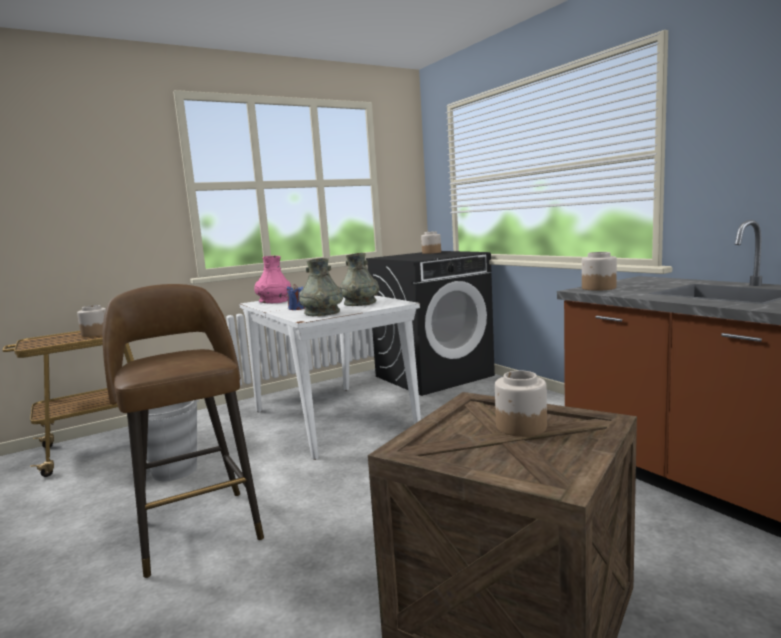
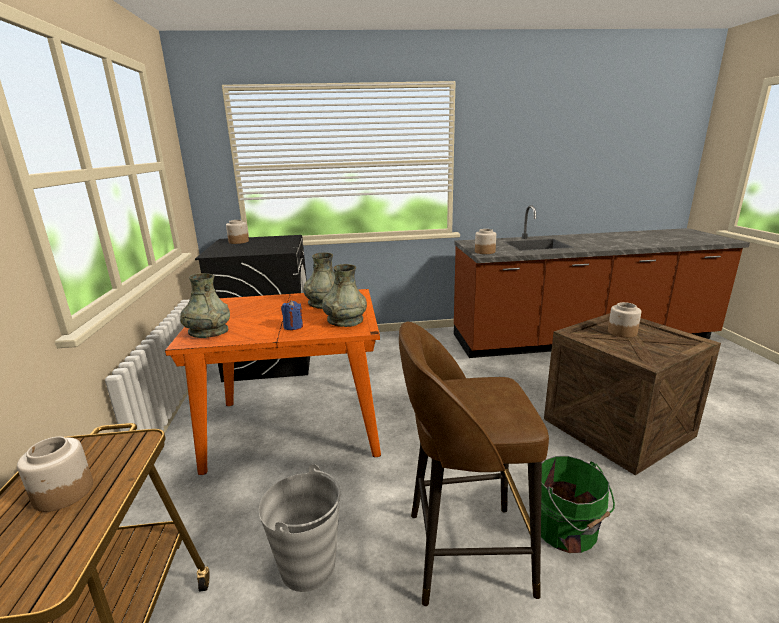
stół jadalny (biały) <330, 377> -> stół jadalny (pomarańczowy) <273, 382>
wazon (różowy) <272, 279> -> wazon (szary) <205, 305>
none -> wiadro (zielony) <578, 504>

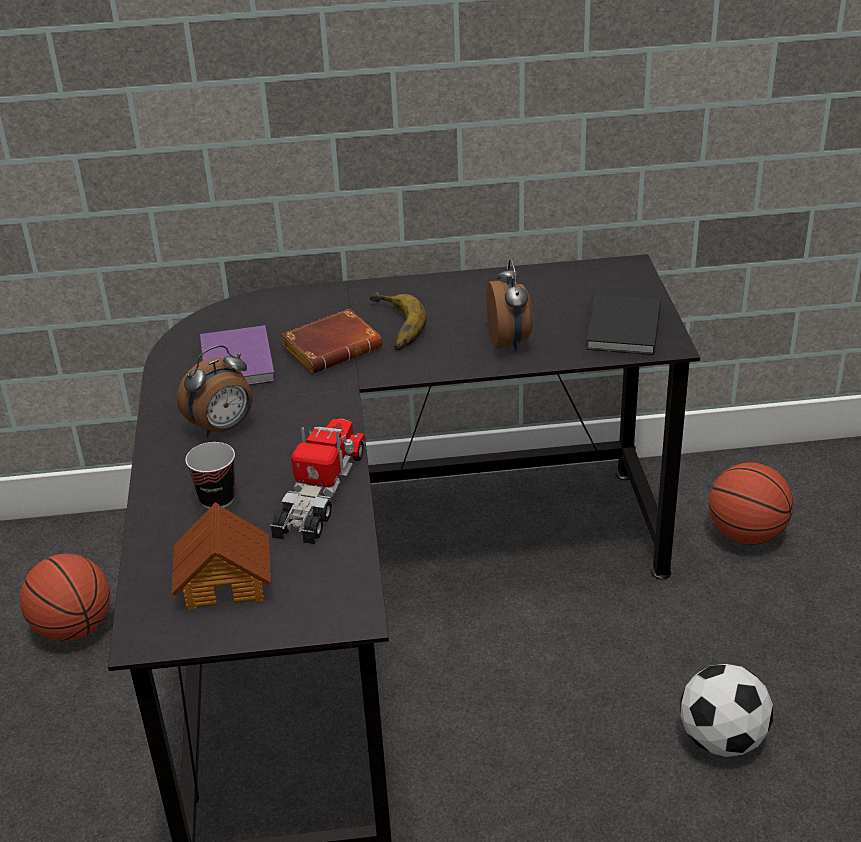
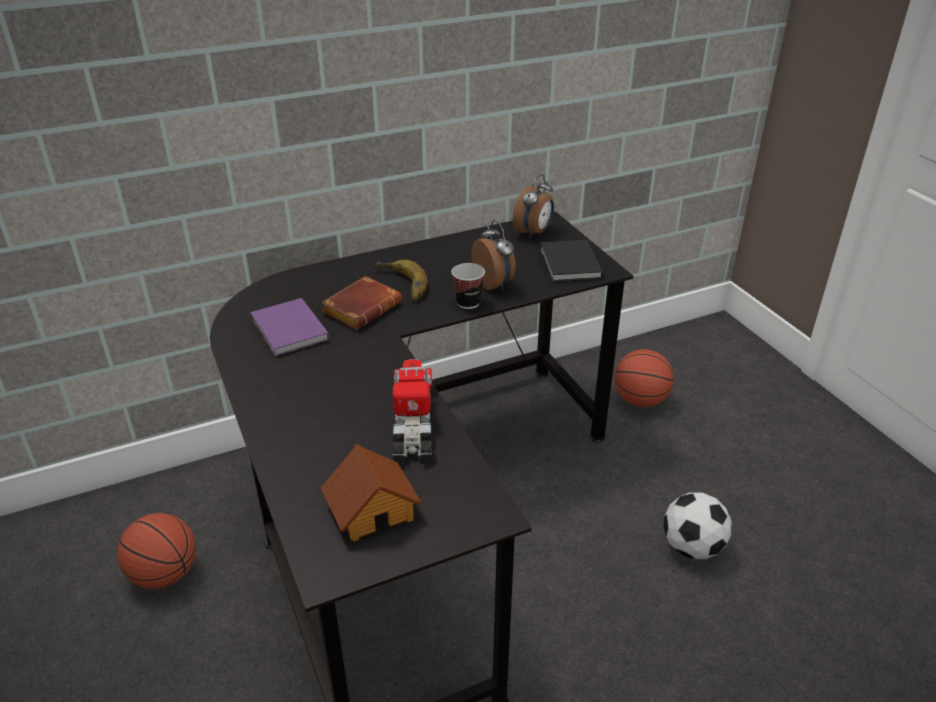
filiżanka <210, 475> -> filiżanka <468, 286>, move
budzik <215, 391> -> budzik <533, 206>, move

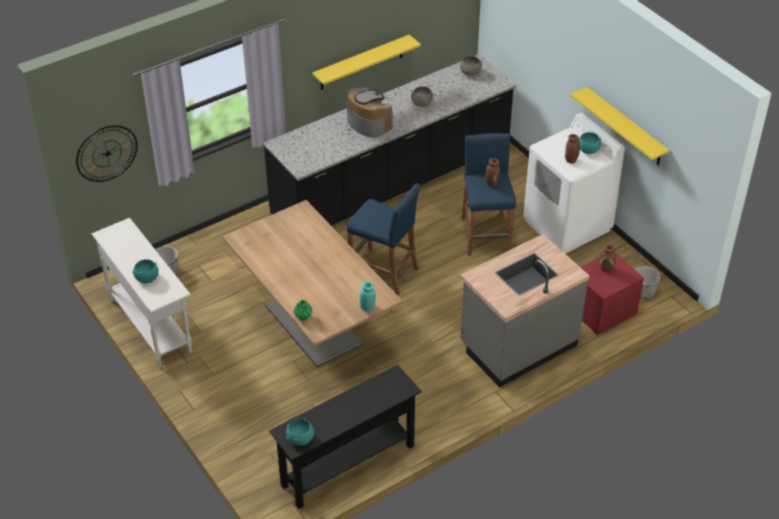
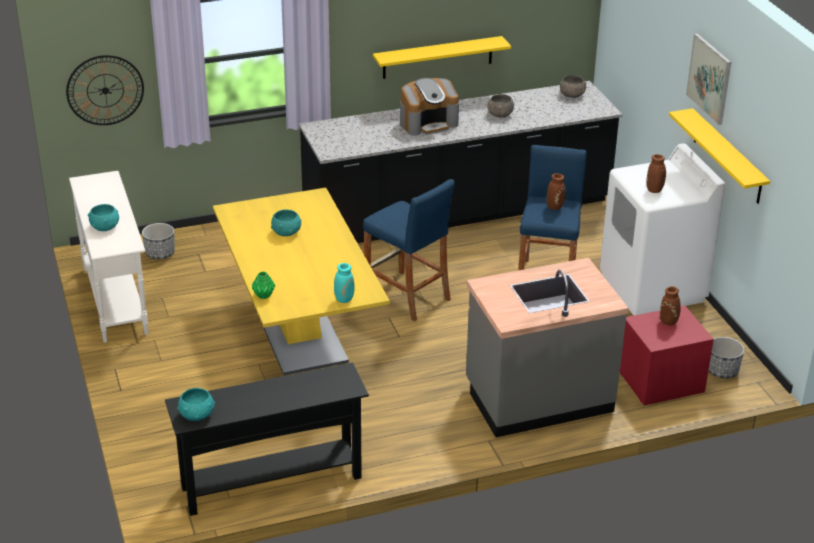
stół jadalny (brązowy) <312, 283> -> stół jadalny (żółty) <301, 281>
miska (turkusowy) <589, 143> -> miska (turkusowy) <286, 223>, move
ekspres do kawy <370, 112> -> ekspres do kawy <429, 107>, 90 degrees clockwise
none -> obraz <708, 79>

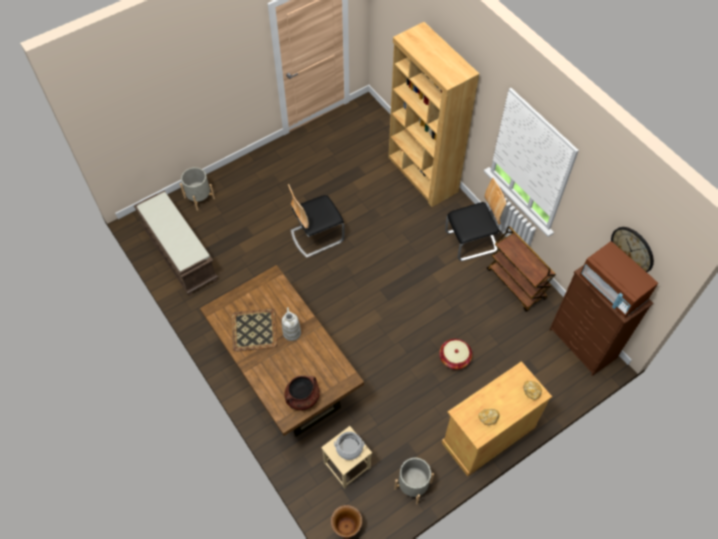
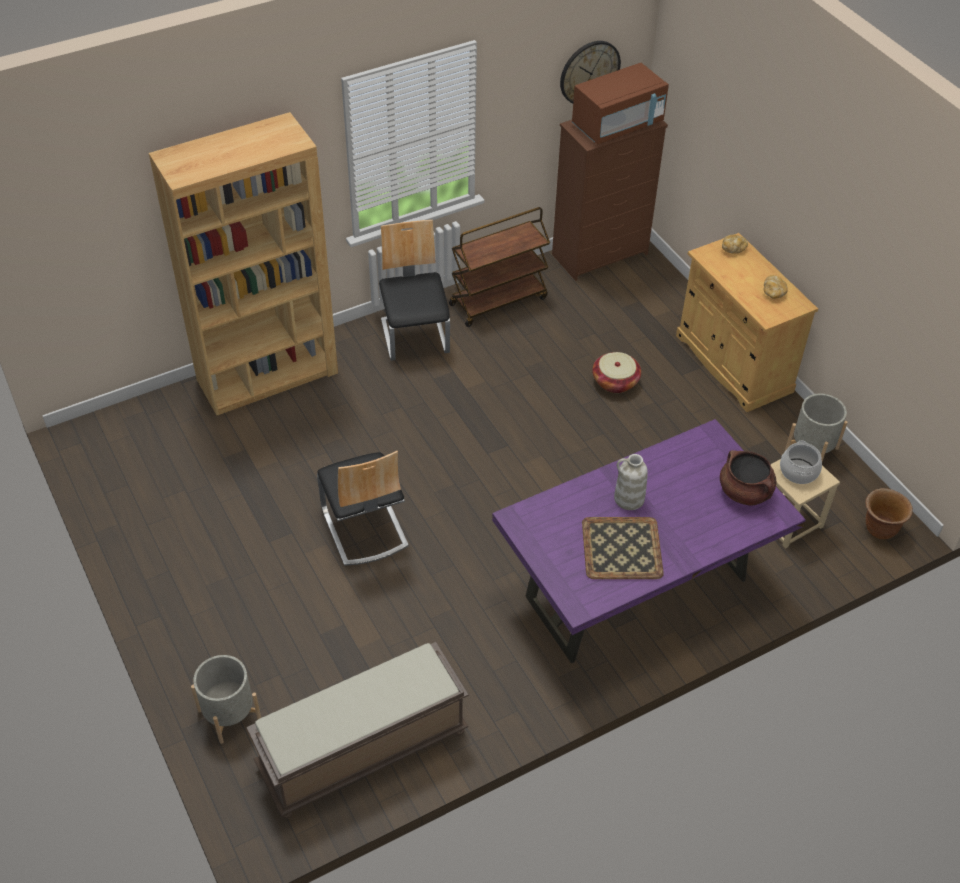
stół jadalny (brązowy) <282, 351> -> stół jadalny (fioletowy) <649, 541>

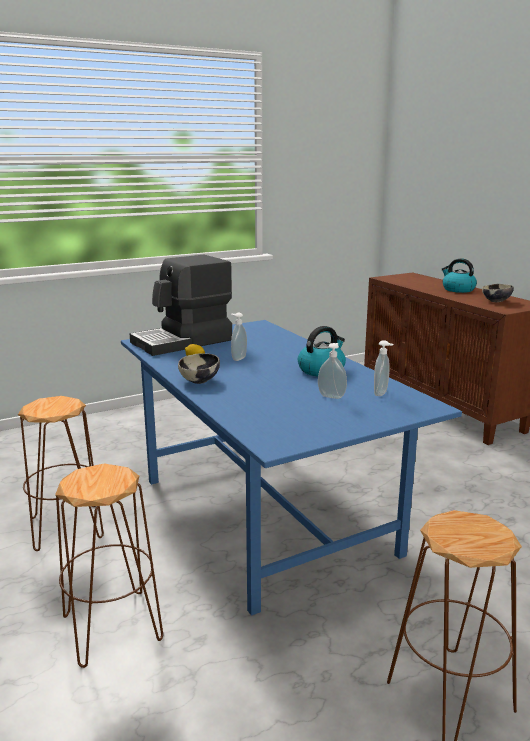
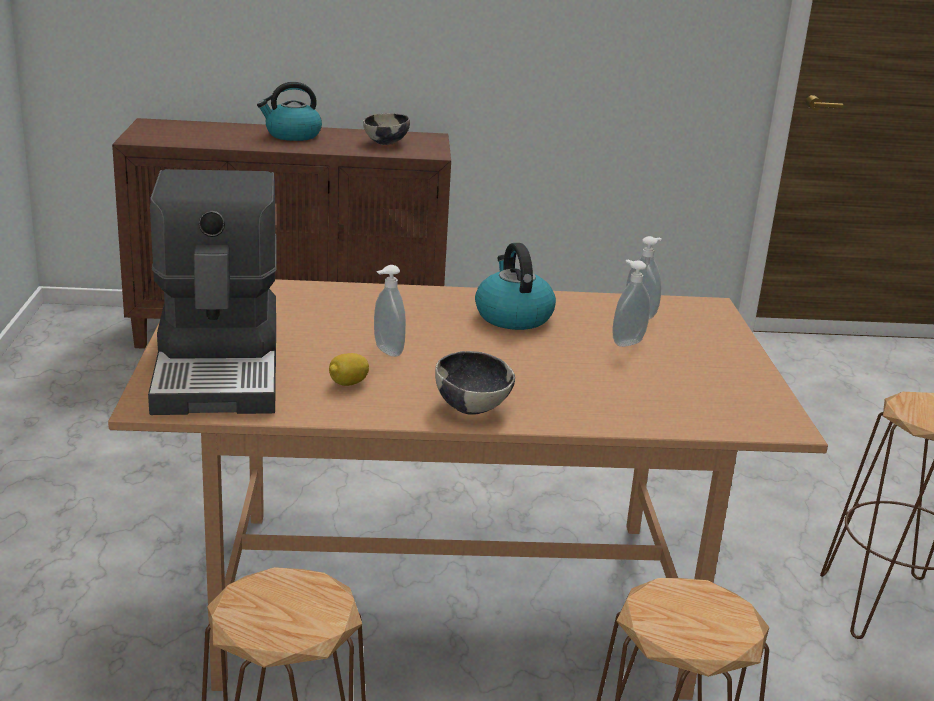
stół jadalny (niebieski) <291, 468> -> stół jadalny (brązowy) <468, 489>

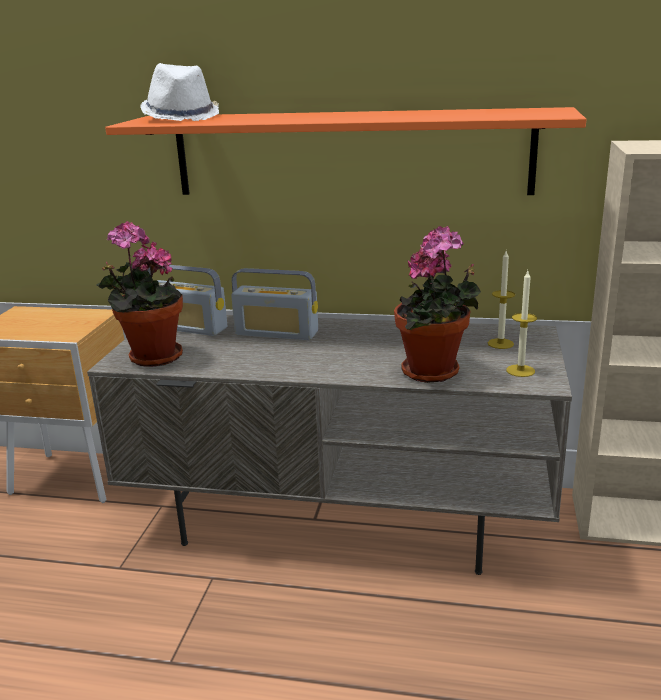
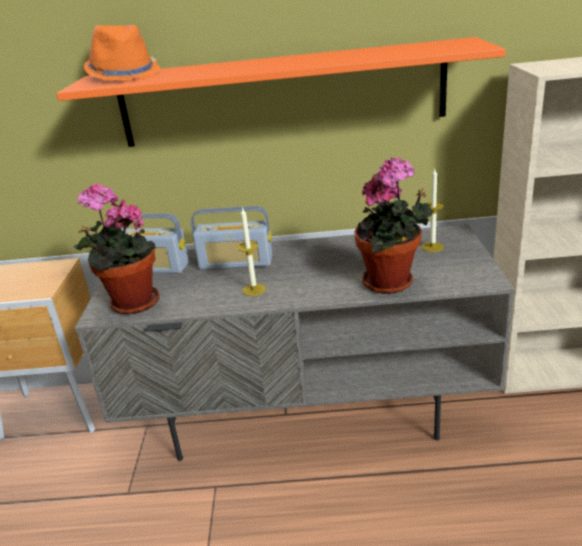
kapelusz (biały) <179, 92> -> kapelusz (pomarańczowy) <122, 53>
świeca <521, 324> -> świeca <252, 251>, move

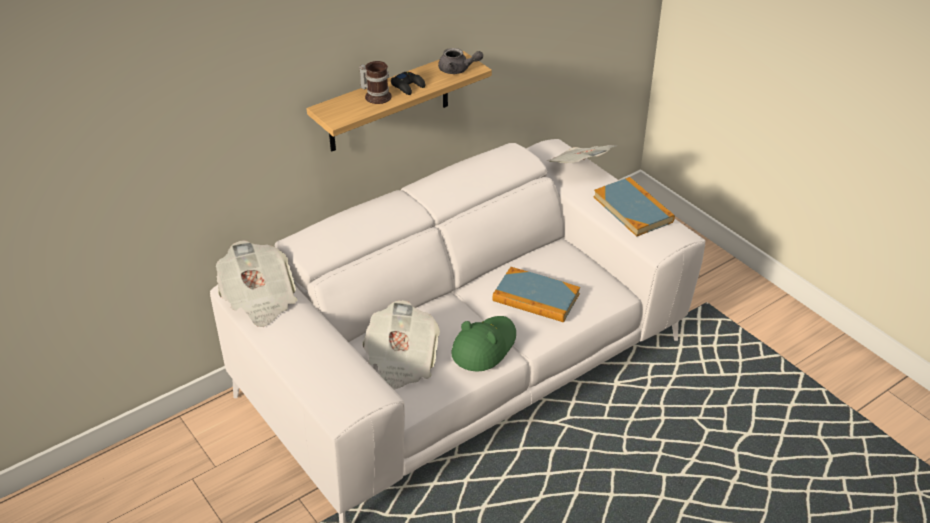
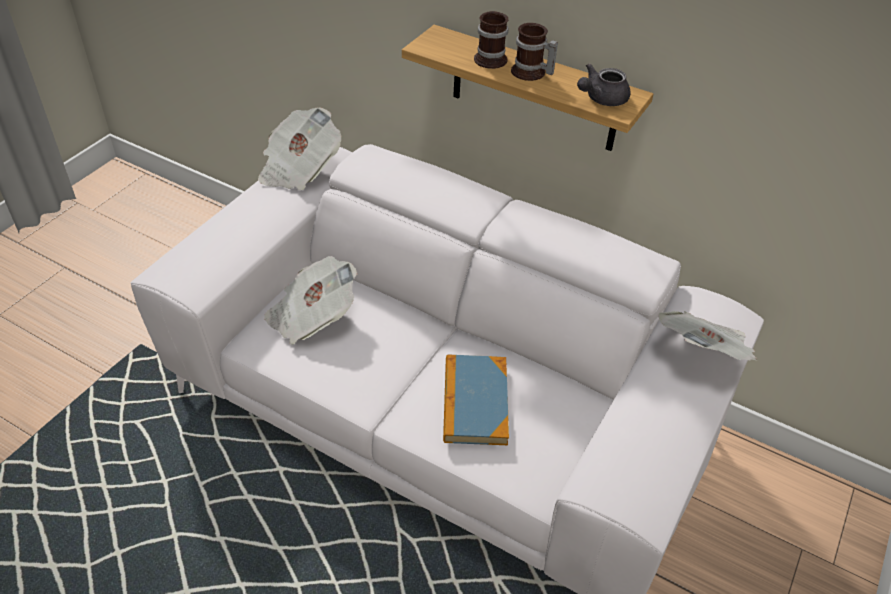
pad do gier (czarny) <408, 83> -> kubek <534, 52>
imbryk (szary) <460, 61> -> imbryk (szary) <604, 84>, 60 degrees clockwise
kapelusz (zielony) <483, 343> -> none
książka <634, 207> -> none

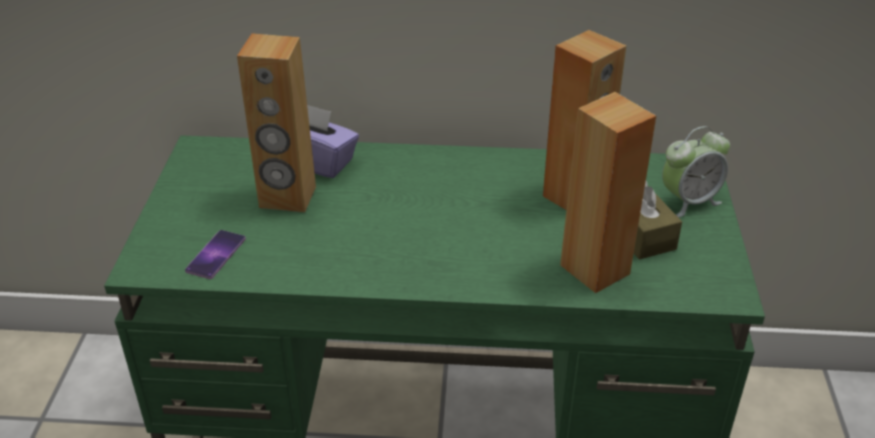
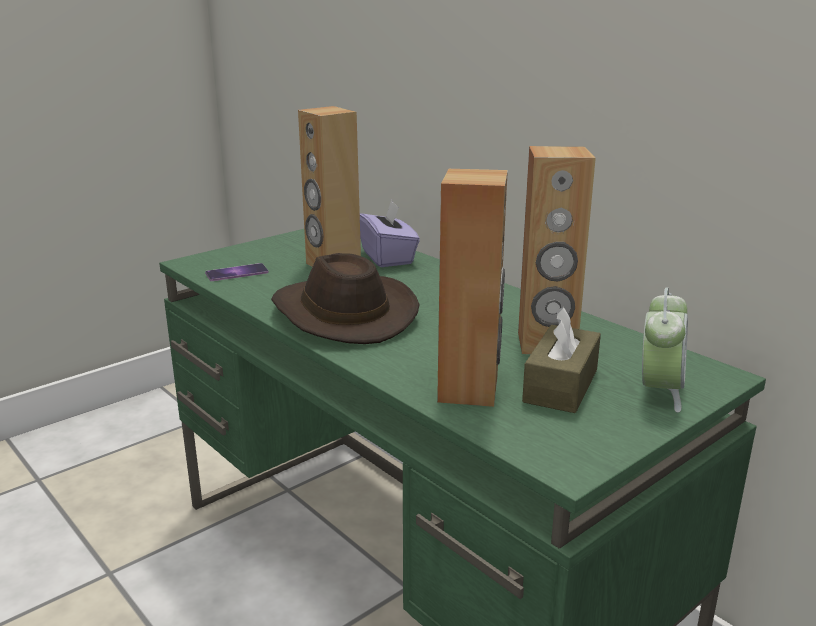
none -> kapelusz (brązowy) <345, 298>
budzik <696, 172> -> budzik <665, 350>, 90 degrees counterclockwise

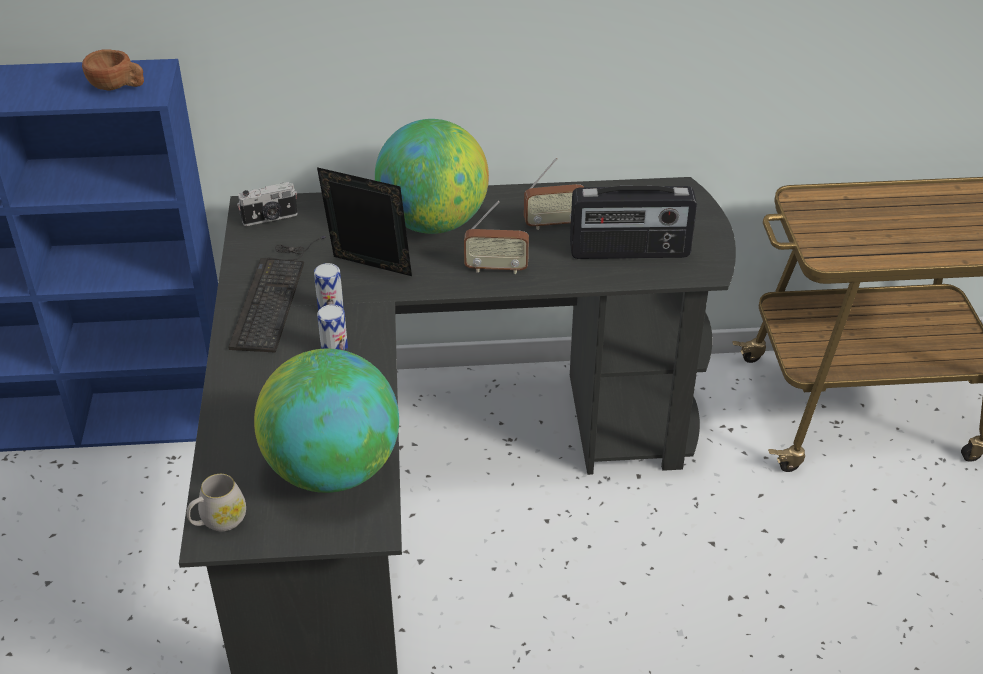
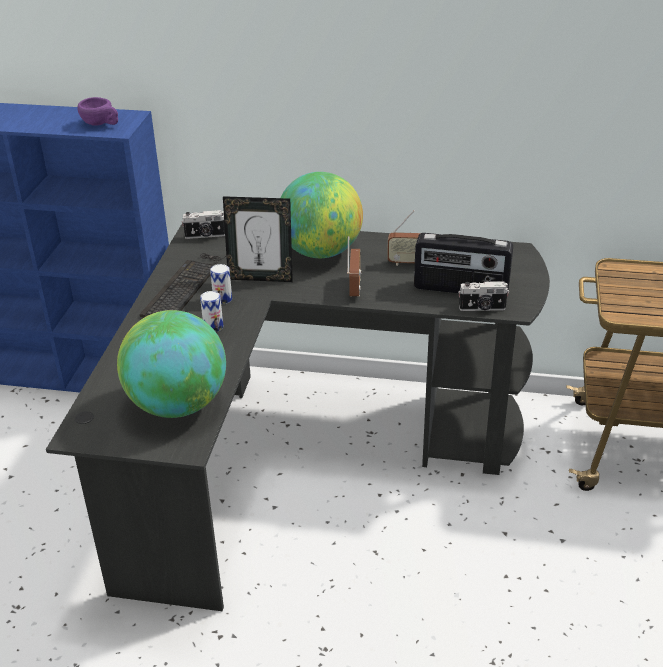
filiżanka (brązowy) <113, 70> -> filiżanka (fioletowy) <97, 111>
ramka na zdjęcie <364, 221> -> ramka na zdjęcie <258, 239>, 150 degrees clockwise
radio <496, 237> -> radio <354, 266>, 105 degrees counterclockwise
none -> aparat fotograficzny <483, 296>
kubek (biały) <216, 502> -> none

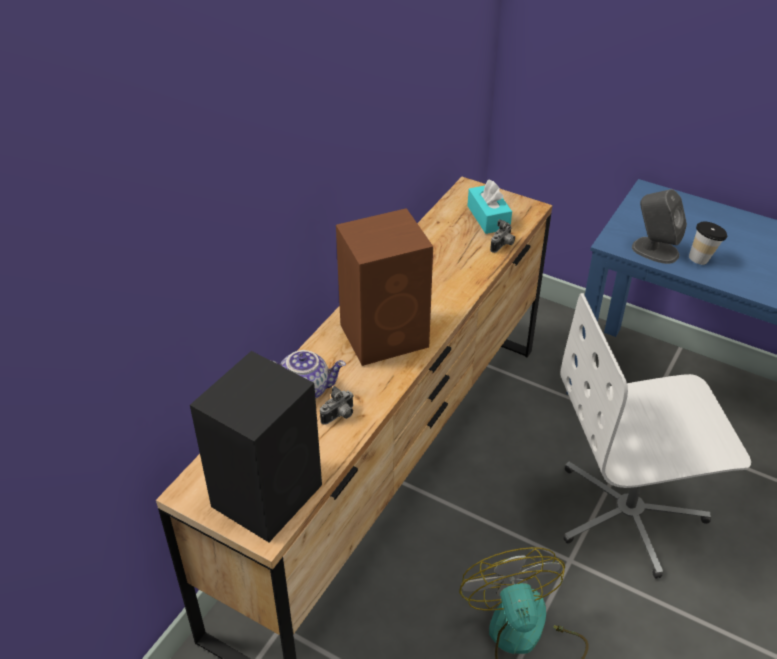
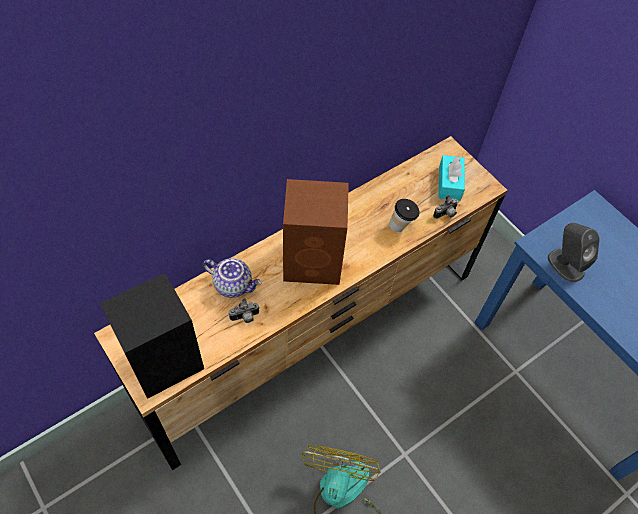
filiżanka <708, 243> -> filiżanka <404, 215>, move
krzesło biurowe (biały) <655, 436> -> none

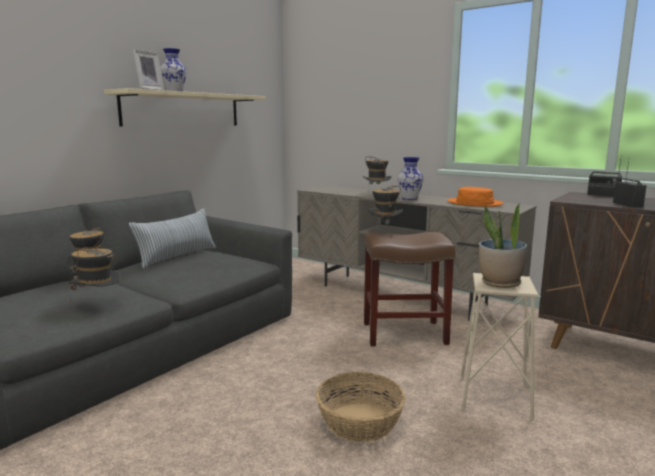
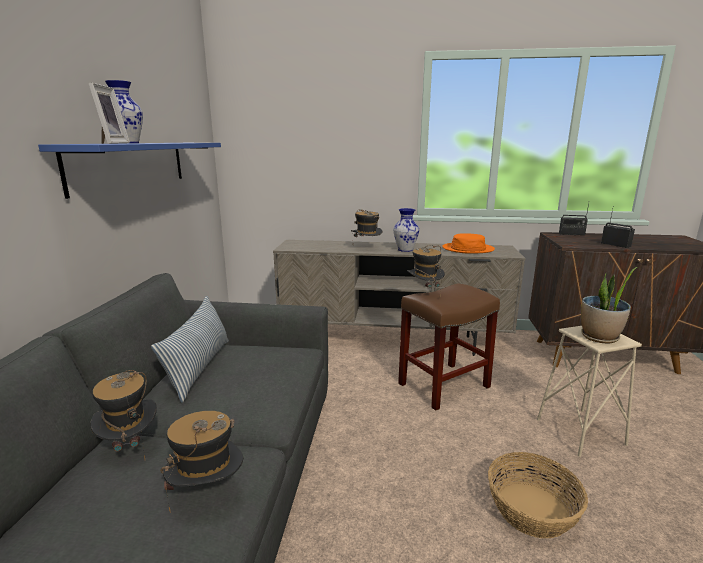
półka (beżowy) <185, 107> -> półka (niebieski) <129, 171>

